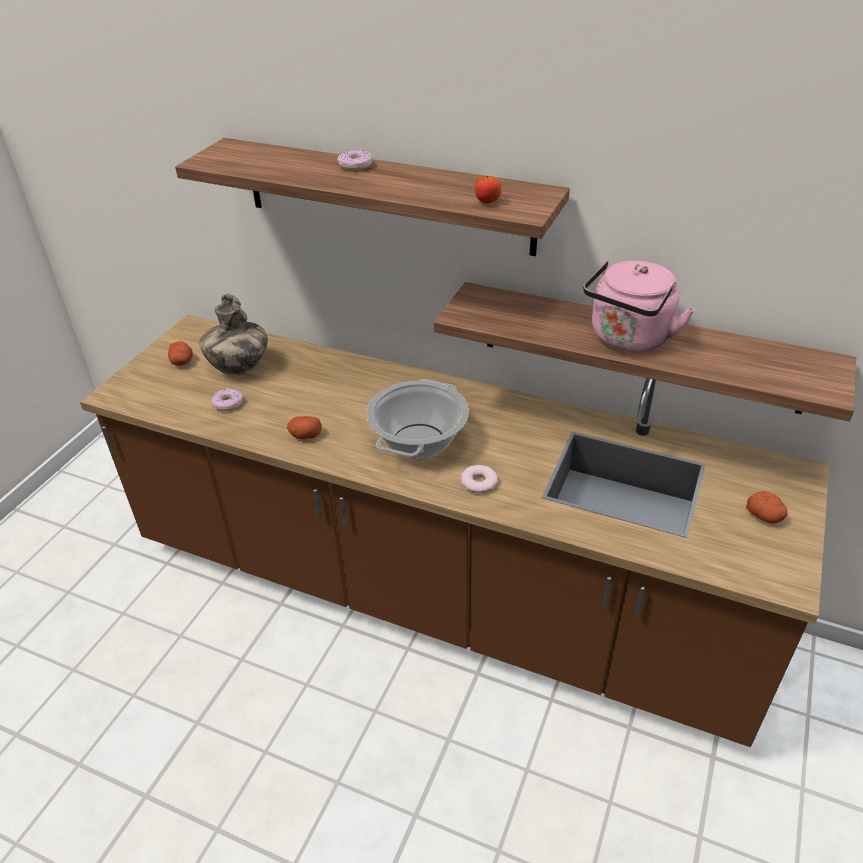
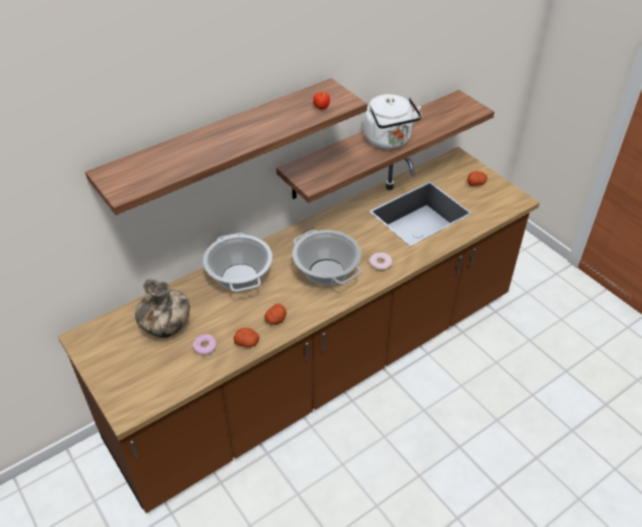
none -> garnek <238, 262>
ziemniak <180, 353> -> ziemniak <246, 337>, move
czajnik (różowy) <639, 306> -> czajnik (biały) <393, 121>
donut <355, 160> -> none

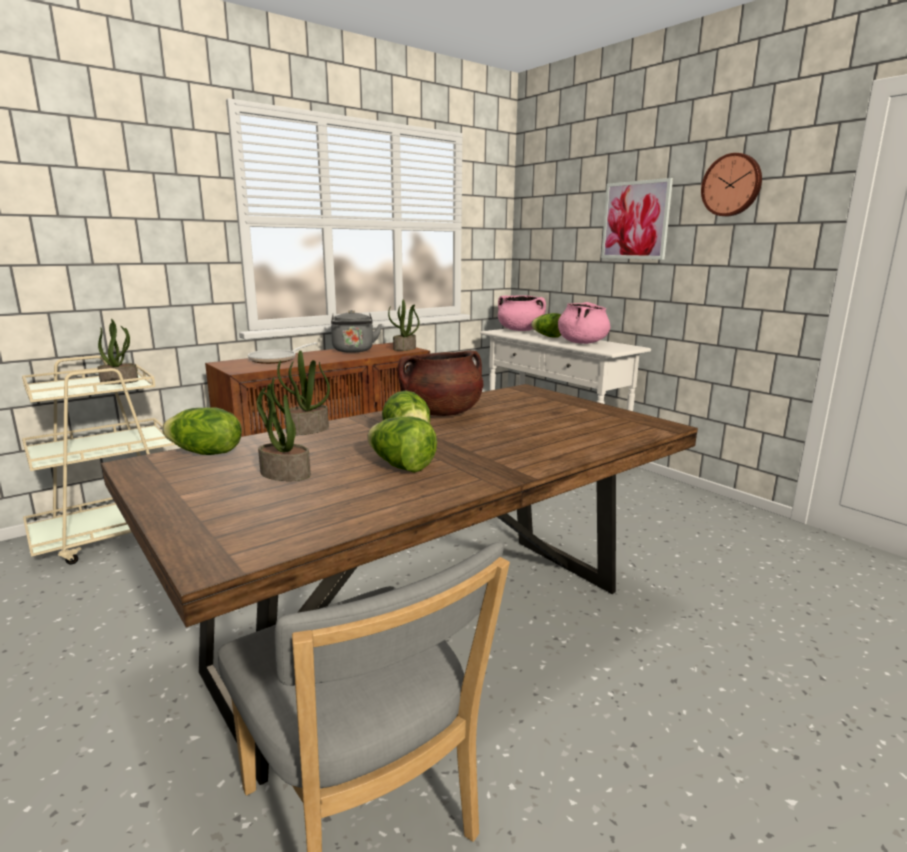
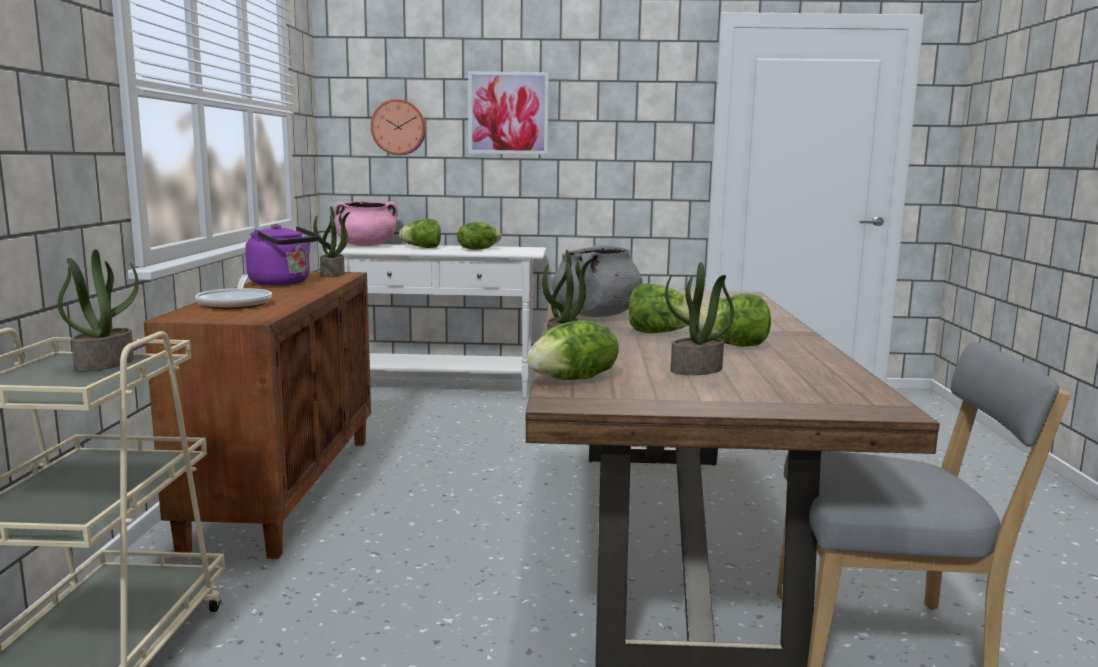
czajnik (szary) <356, 331> -> czajnik (fioletowy) <282, 255>
zegar ścienny <731, 184> -> zegar ścienny <398, 127>, move
garnek (różowy) <584, 323> -> sałata <479, 236>
garnek (brązowy) <440, 383> -> garnek (szary) <597, 281>

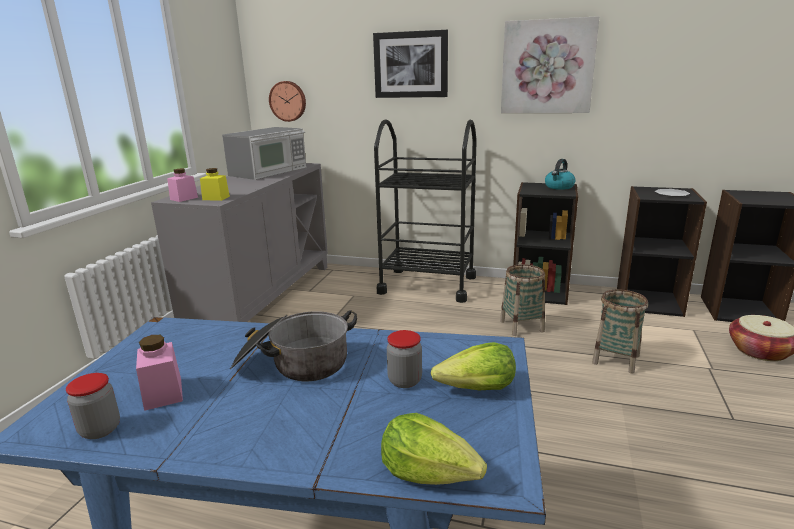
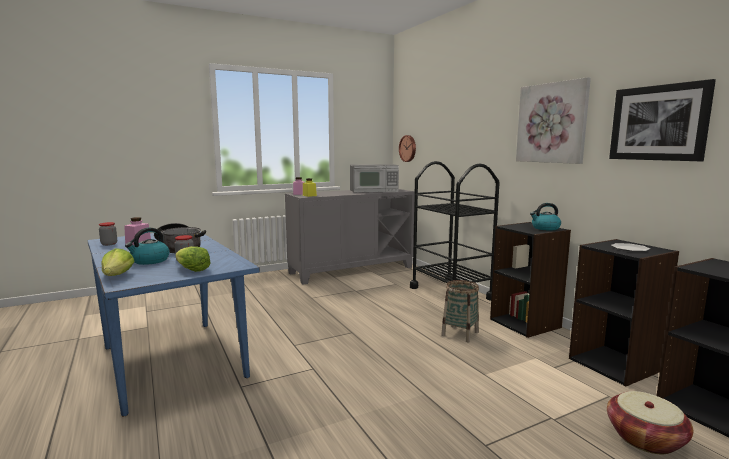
none -> czajnik <147, 246>
obraz <410, 64> -> obraz <662, 120>, move
koszyk <620, 332> -> none

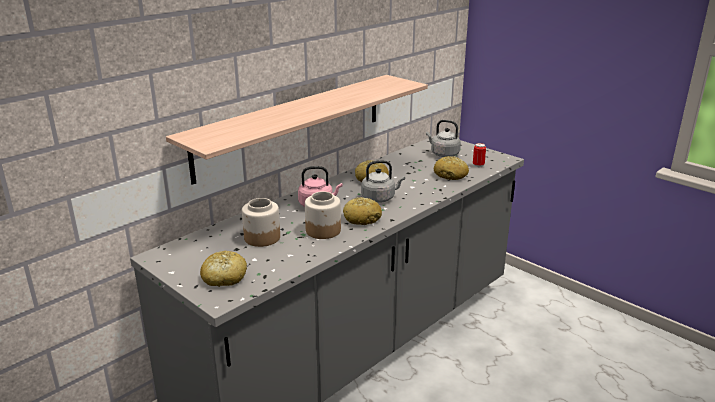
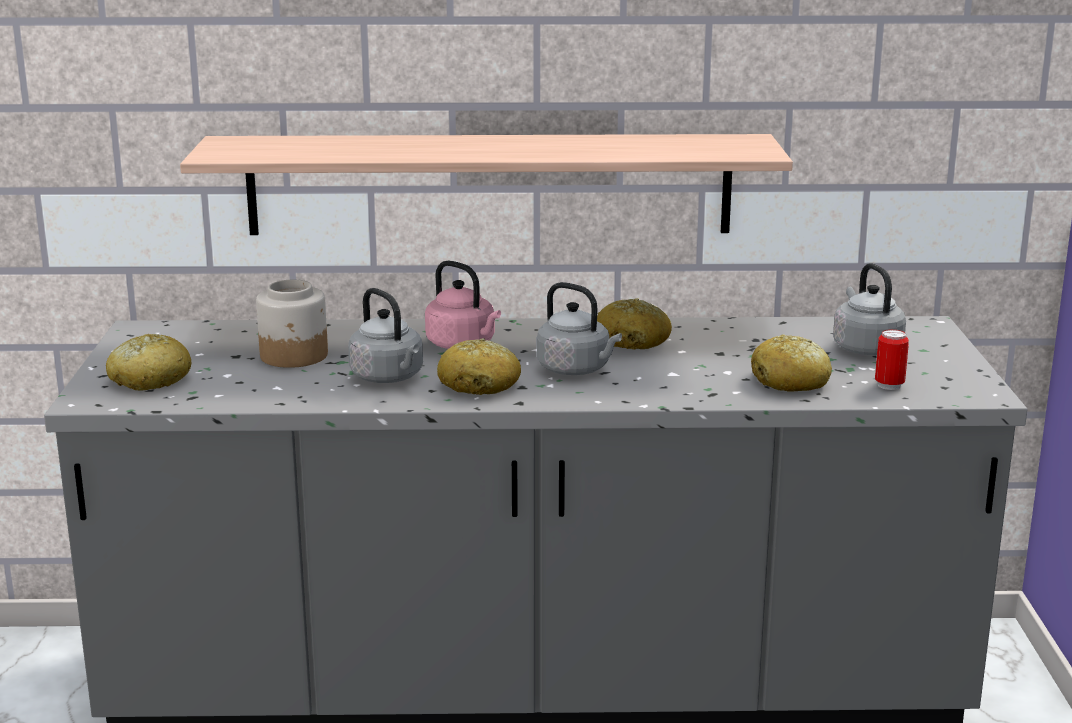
słoik <323, 215> -> czajnik (szary) <385, 335>

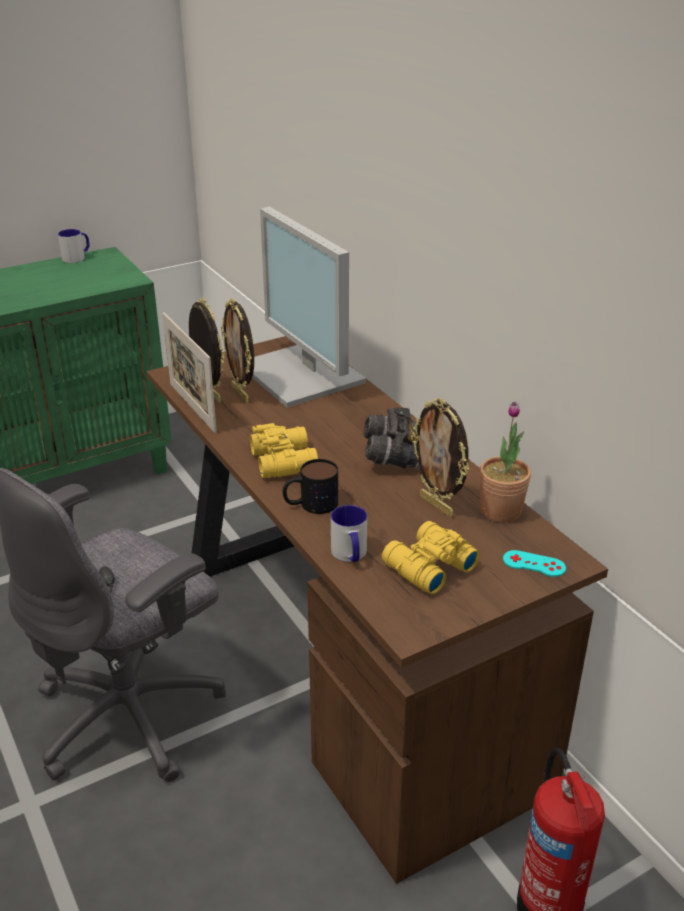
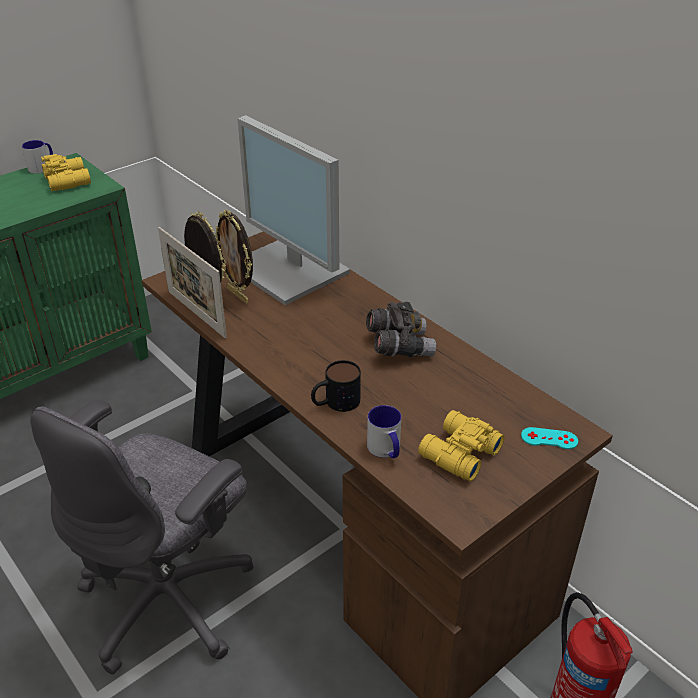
lornetka (żółty) <284, 450> -> lornetka (żółty) <66, 172>, move
ramka na zdjęcie <440, 457> -> none
roślina doniczkowa <505, 462> -> none

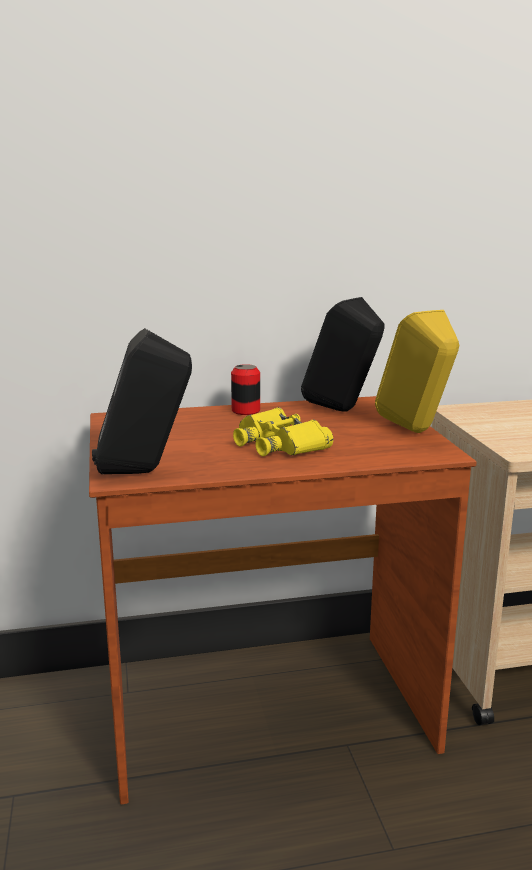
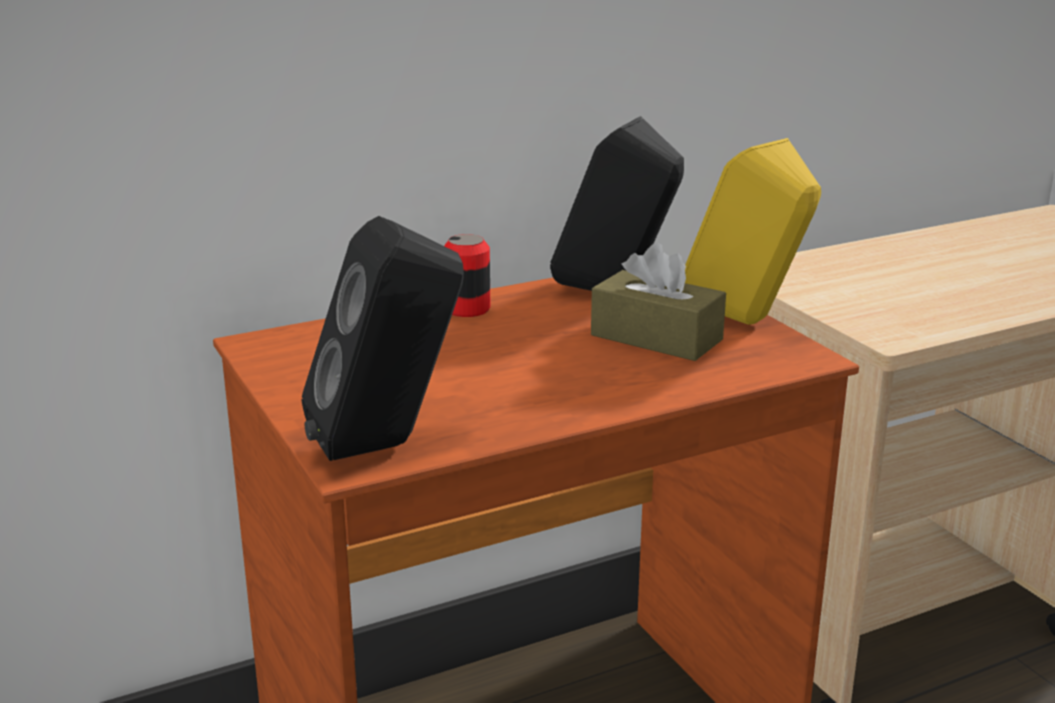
none -> pudełko chusteczek (brązowy) <658, 302>
lornetka (żółty) <283, 431> -> none

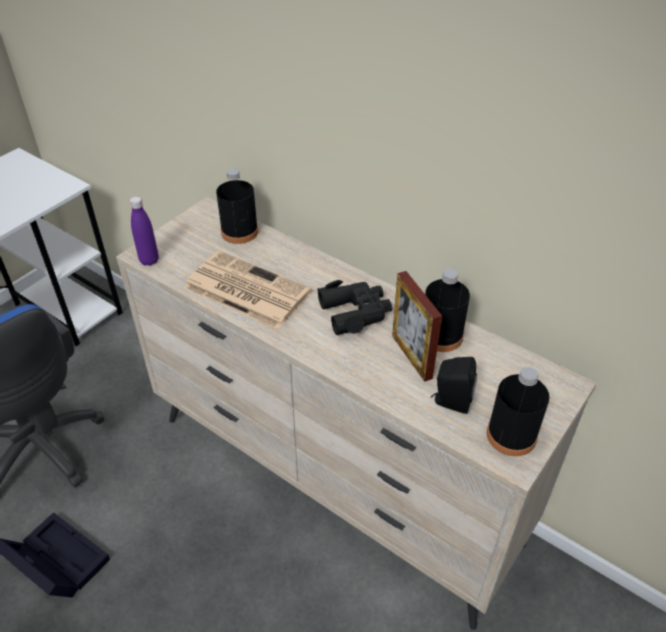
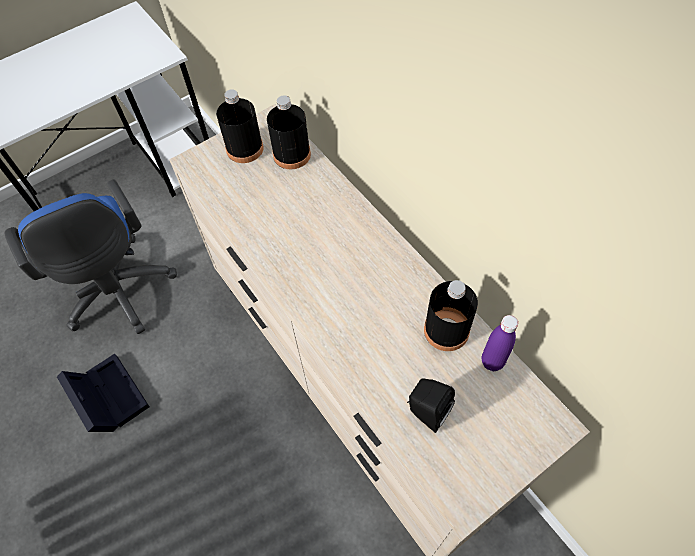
butelka (czarny) <518, 411> -> butelka (czarny) <240, 126>, move
butelka (fioletowy) <144, 231> -> butelka (fioletowy) <500, 343>, move
gazeta <248, 290> -> none
lornetka (czarny) <354, 307> -> none
ramka na zdjęcie <417, 326> -> none

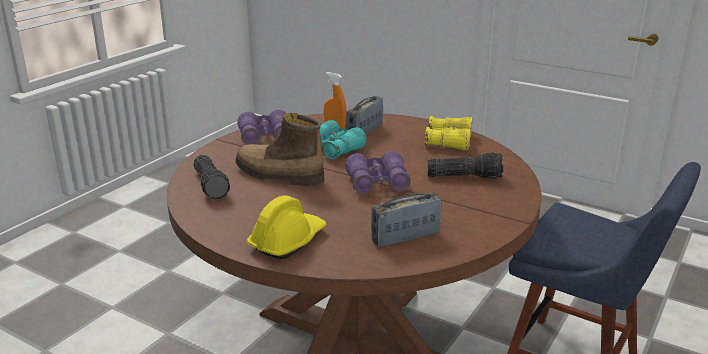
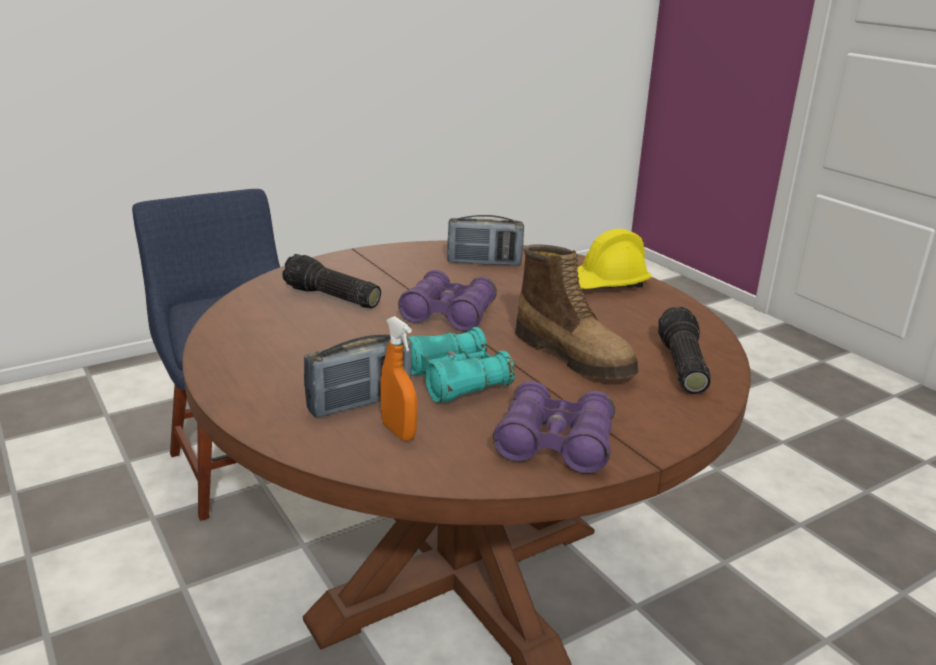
lornetka (żółty) <448, 133> -> none

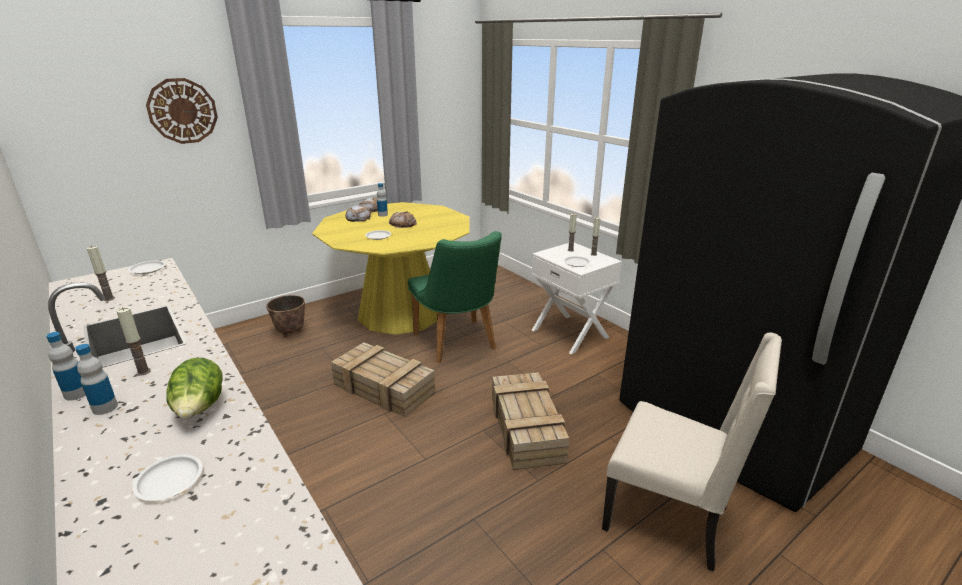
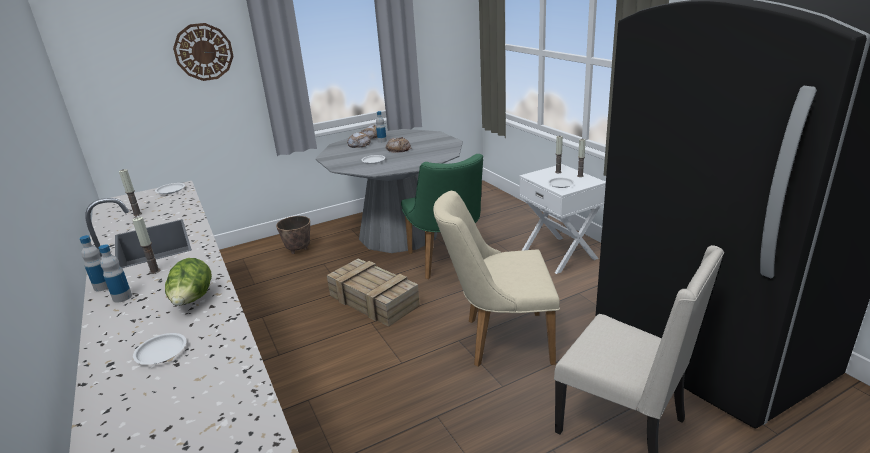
stół jadalny (żółty) <391, 268> -> stół jadalny (szary) <389, 191>
skrzynka <530, 421> -> krzesło (beżowy) <496, 279>

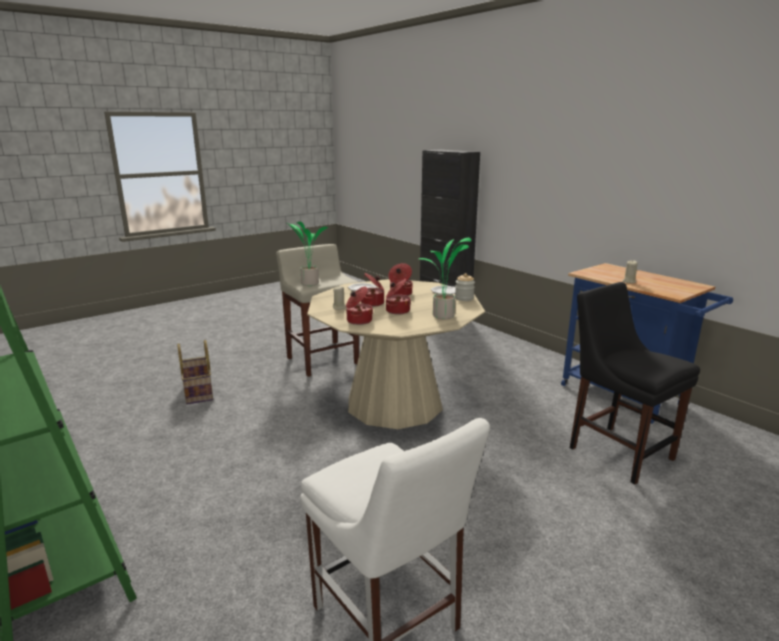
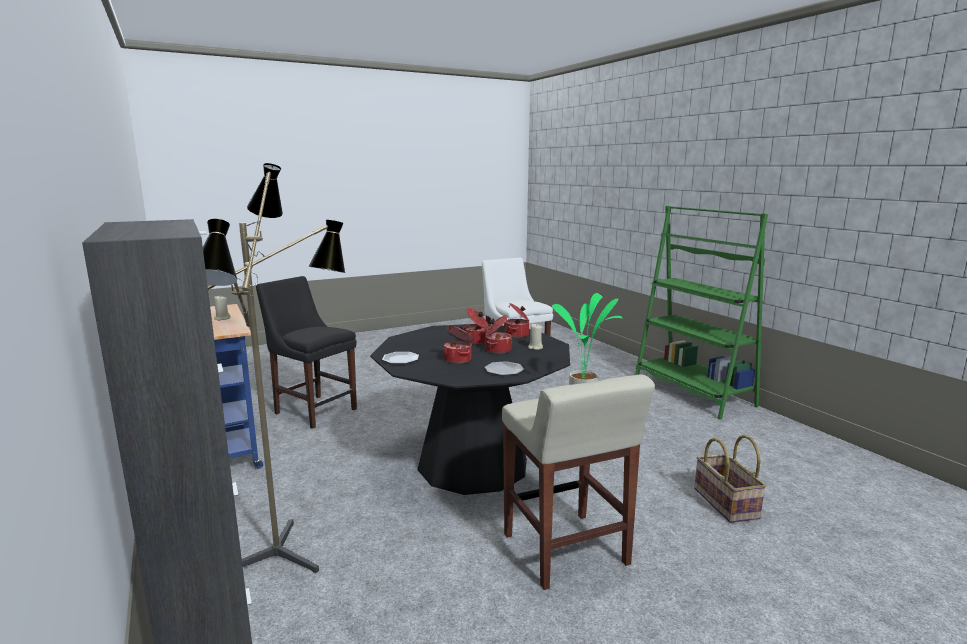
none -> lampa stojąca <274, 368>
krzesło (czarny) <635, 383> -> krzesło (czarny) <306, 352>, 150 degrees clockwise
stół jadalny (beżowy) <396, 354> -> stół jadalny (czarny) <470, 409>
roślina doniczkowa <445, 278> -> none
słoik <465, 287> -> none

